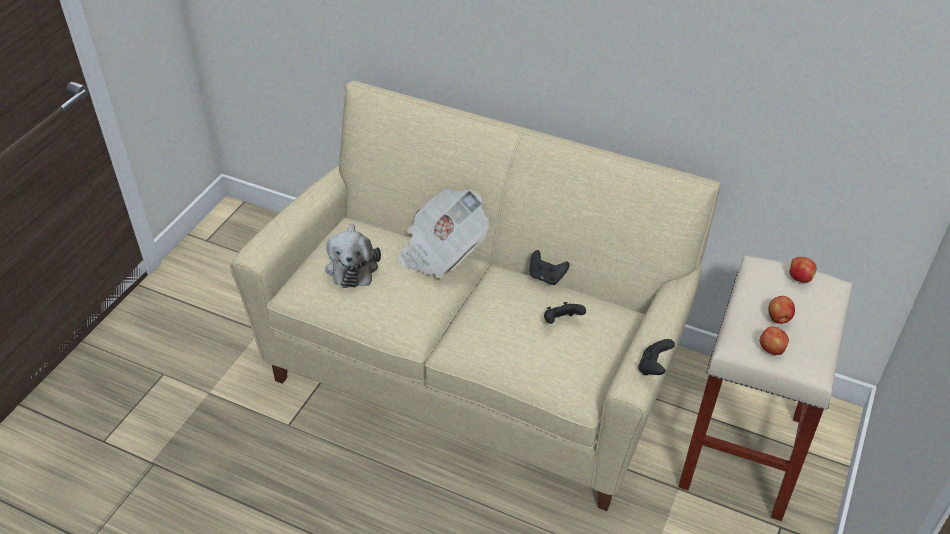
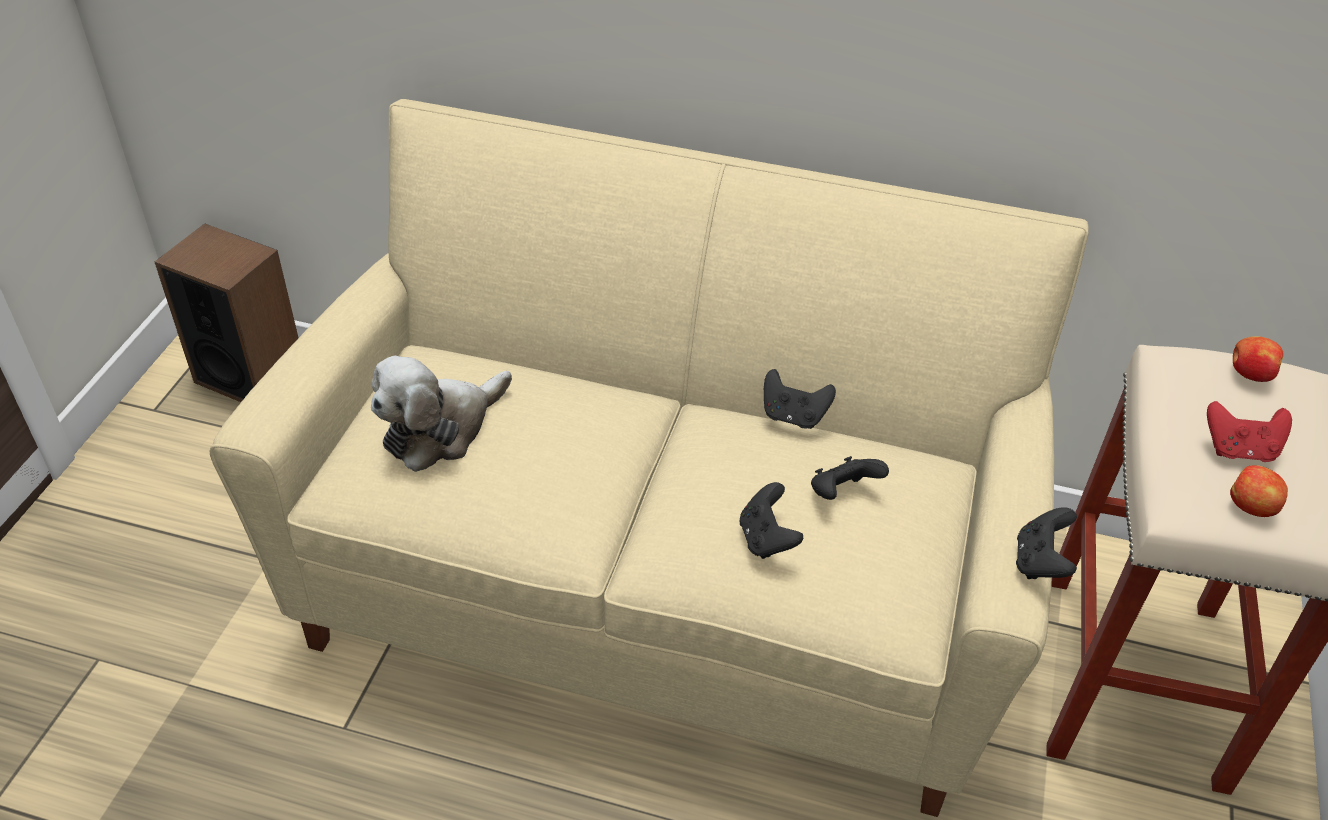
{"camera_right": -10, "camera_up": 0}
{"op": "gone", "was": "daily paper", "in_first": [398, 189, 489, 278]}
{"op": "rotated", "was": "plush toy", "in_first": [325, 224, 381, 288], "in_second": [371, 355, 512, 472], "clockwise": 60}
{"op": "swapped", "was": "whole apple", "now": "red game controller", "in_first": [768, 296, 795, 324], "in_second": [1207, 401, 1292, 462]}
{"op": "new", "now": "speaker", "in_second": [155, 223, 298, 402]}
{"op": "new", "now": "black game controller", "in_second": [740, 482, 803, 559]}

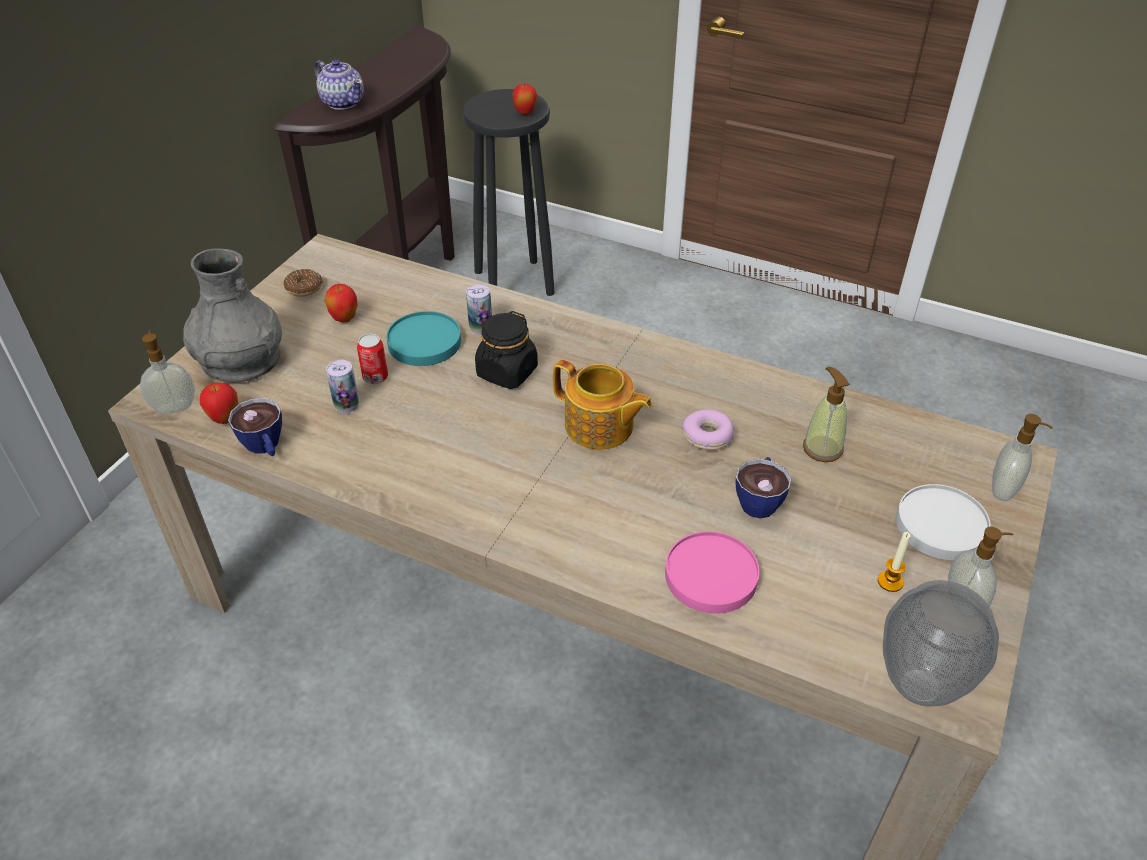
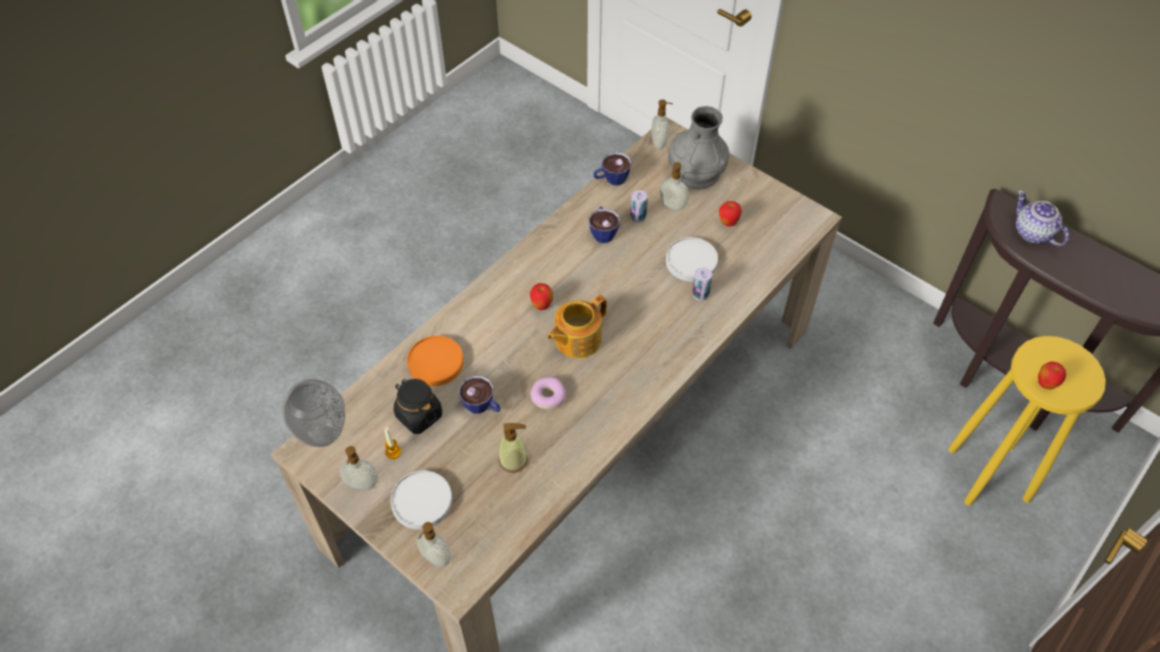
{"camera_right": 105, "camera_up": 10}
{"op": "rotated", "was": "teapot", "in_first": [314, 60, 364, 110], "in_second": [1016, 190, 1069, 246], "clockwise": 90}
{"op": "repainted", "was": "black stool", "now": "yellow stool", "in_first": [463, 89, 555, 296], "in_second": [948, 336, 1106, 506]}
{"op": "gone", "was": "ring doughnut", "in_first": [284, 269, 323, 297]}
{"op": "repainted", "was": "turquoise-coloured dinner plate", "now": "white dinner plate", "in_first": [386, 311, 461, 366], "in_second": [666, 237, 718, 282]}
{"op": "shifted", "was": "black storage jar", "in_first": [475, 311, 538, 389], "in_second": [394, 379, 442, 434]}
{"op": "gone", "was": "sealed can", "in_first": [357, 334, 388, 384]}
{"op": "shifted", "was": "whole apple", "in_first": [200, 382, 238, 424], "in_second": [530, 283, 553, 310]}
{"op": "repainted", "was": "pinkish dinner plate", "now": "orange-coloured dinner plate", "in_first": [665, 531, 759, 614], "in_second": [407, 336, 463, 386]}
{"op": "new", "now": "liquid soap bottle", "in_second": [660, 162, 689, 210]}
{"op": "new", "now": "small cup", "in_second": [588, 207, 620, 243]}

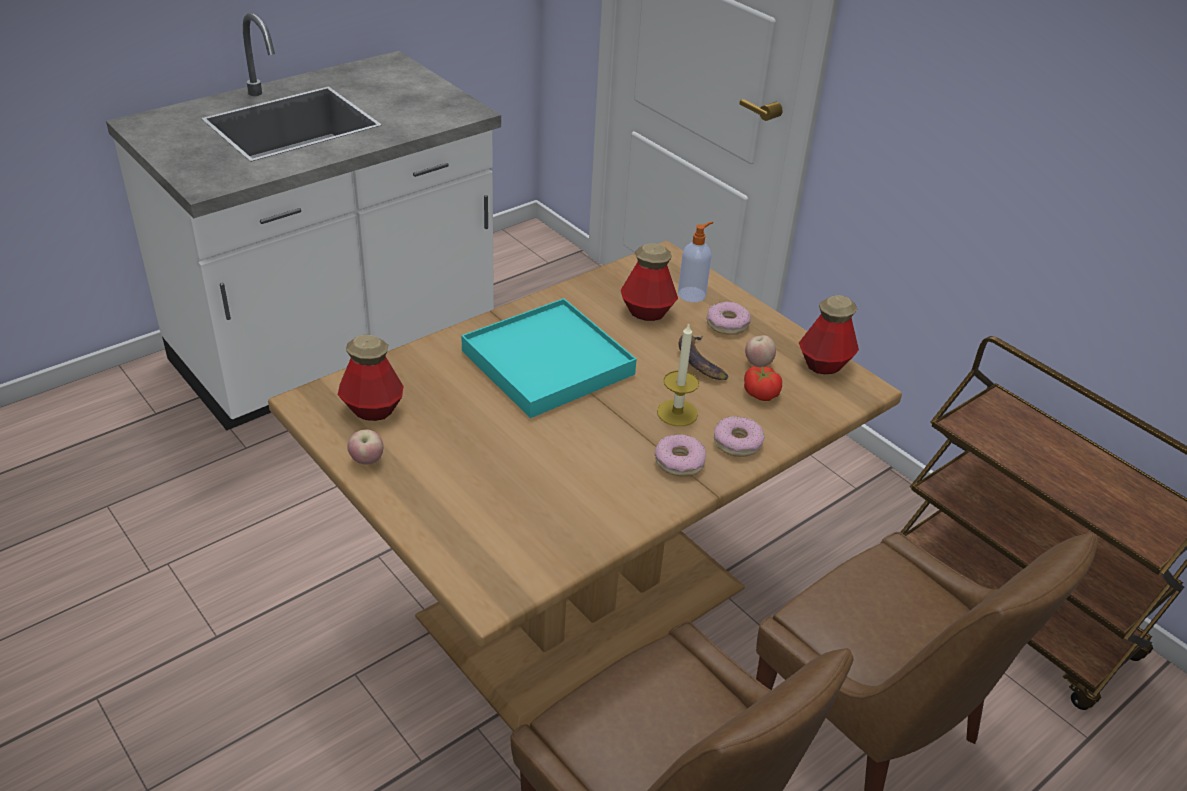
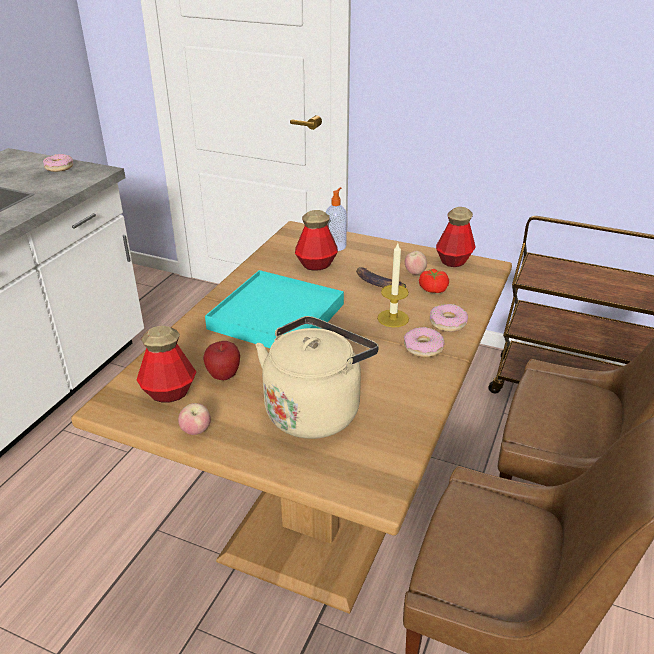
{"camera_right": -25, "camera_up": -5}
{"op": "shifted", "was": "ring doughnut", "in_first": [707, 301, 751, 335], "in_second": [43, 154, 73, 172]}
{"op": "new", "now": "beige-coloured tea kettle", "in_second": [256, 316, 379, 439]}
{"op": "new", "now": "whole apple", "in_second": [203, 341, 240, 380]}

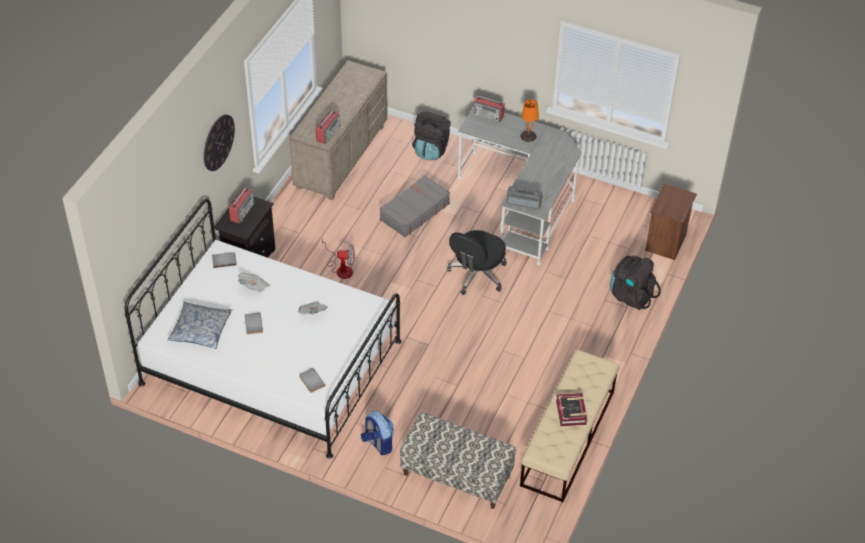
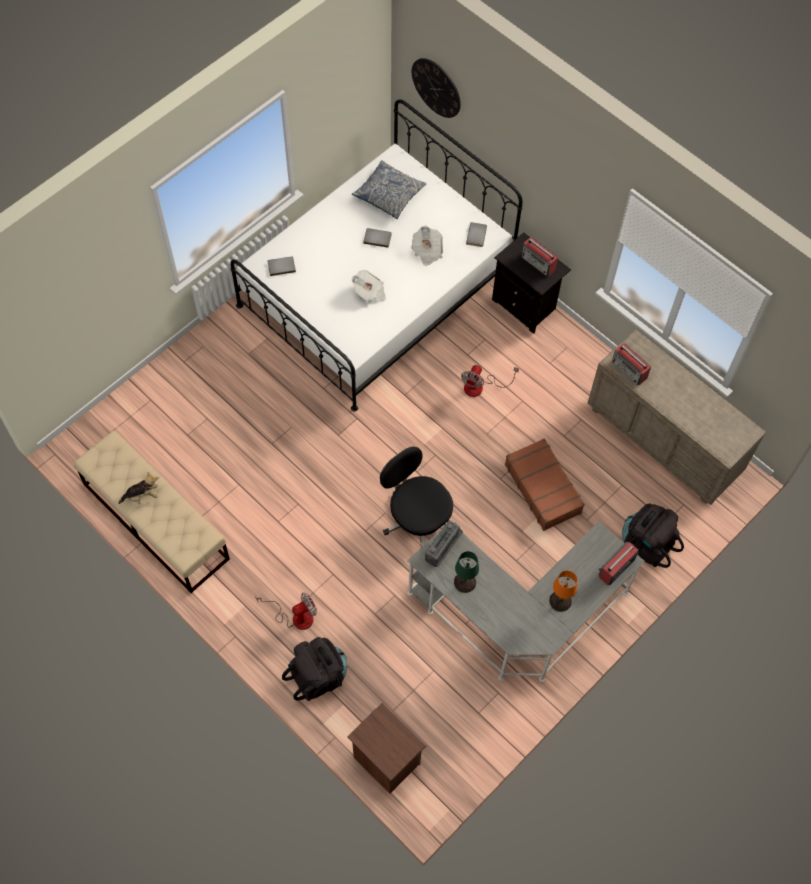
{"camera_right": 110, "camera_up": 15}
{"op": "shifted", "was": "clock on the wall", "in_first": [204, 114, 235, 171], "in_second": [412, 58, 461, 118]}
{"op": "repainted", "was": "grey piece of luggage", "now": "brown-coloured piece of luggage", "in_first": [380, 175, 450, 237], "in_second": [505, 438, 585, 531]}
{"op": "swapped", "was": "bound book", "now": "plush toy", "in_first": [556, 393, 587, 426], "in_second": [119, 473, 159, 504]}
{"op": "gone", "was": "rucksack", "in_first": [361, 410, 394, 456]}
{"op": "gone", "was": "bench", "in_first": [400, 413, 516, 509]}
{"op": "new", "now": "greenish lamp for a table", "in_second": [454, 551, 479, 593]}
{"op": "new", "now": "fan", "in_second": [255, 592, 317, 630]}

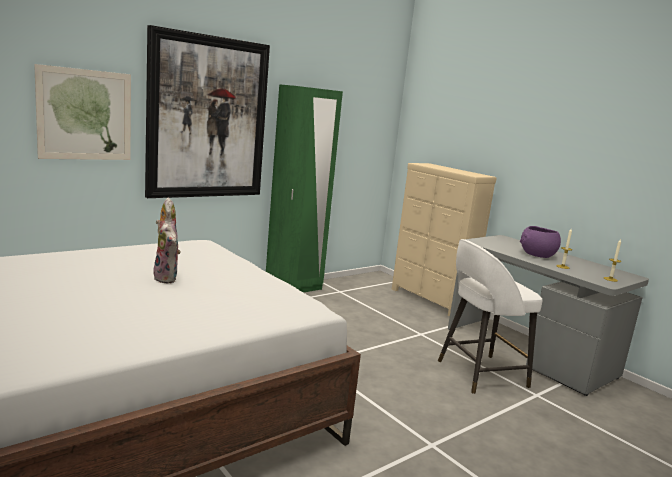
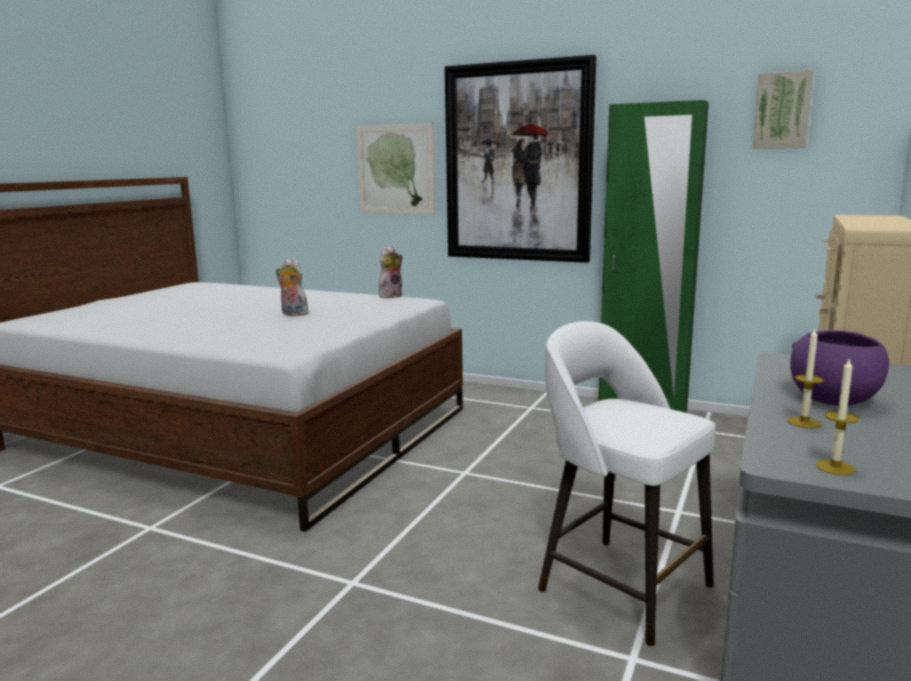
{"camera_right": 65, "camera_up": 0}
{"op": "rotated", "was": "plush toy", "in_first": [153, 223, 180, 283], "in_second": [276, 259, 308, 316], "clockwise": 90}
{"op": "new", "now": "wall art", "in_second": [753, 70, 814, 149]}

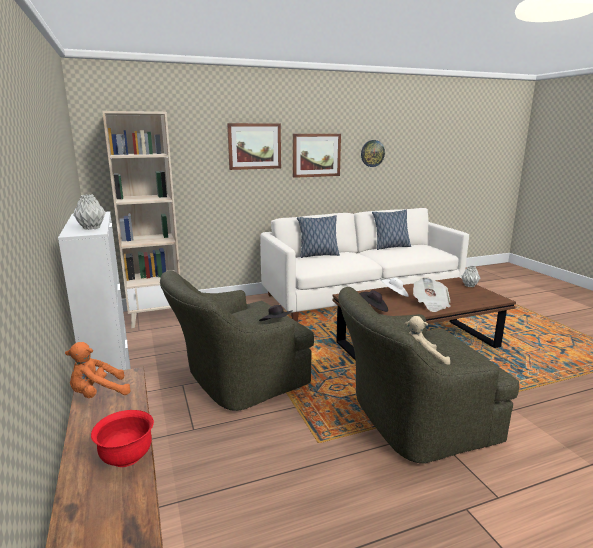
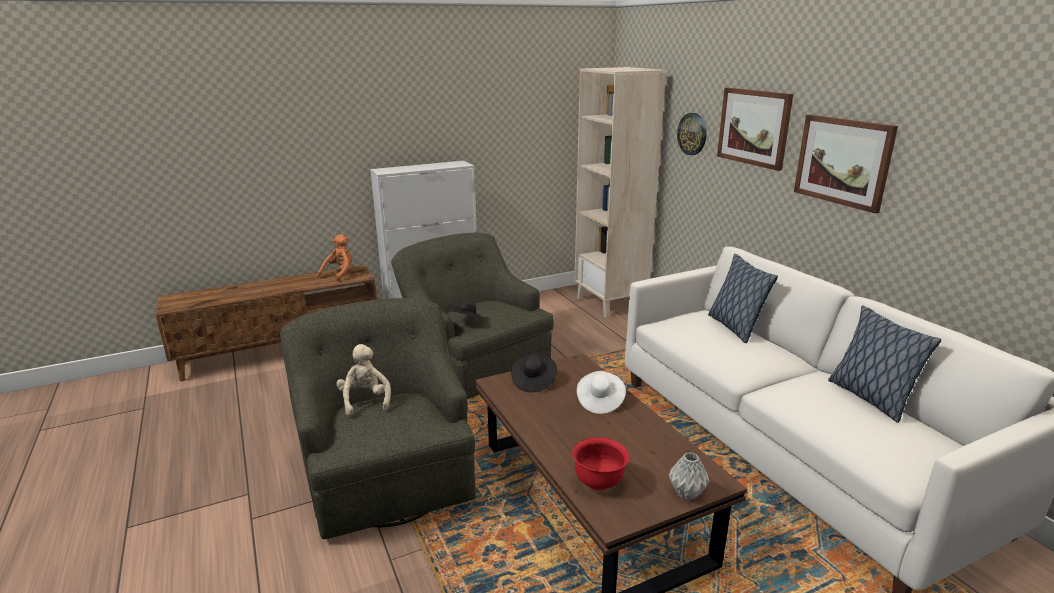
{"camera_right": 85, "camera_up": 5}
{"op": "shifted", "was": "clock on the wall", "in_first": [361, 140, 385, 167], "in_second": [677, 113, 707, 155]}
{"op": "gone", "was": "grey decorative vase", "in_first": [73, 194, 106, 230]}
{"op": "gone", "was": "daily paper", "in_first": [413, 277, 451, 312]}
{"op": "rotated", "was": "orange-coloured plush toy", "in_first": [65, 342, 131, 398], "in_second": [318, 234, 352, 281], "clockwise": 60}
{"op": "shifted", "was": "red serving bowl", "in_first": [91, 410, 154, 467], "in_second": [572, 437, 629, 490]}

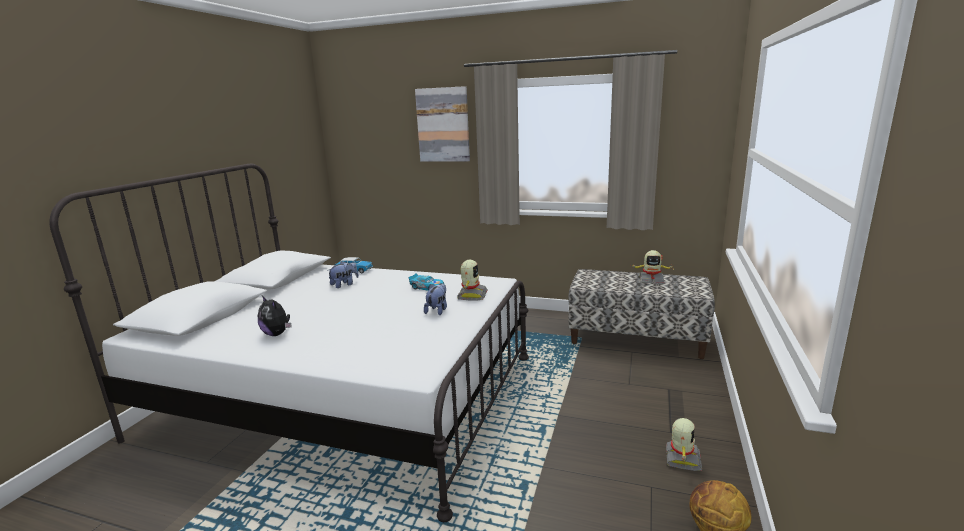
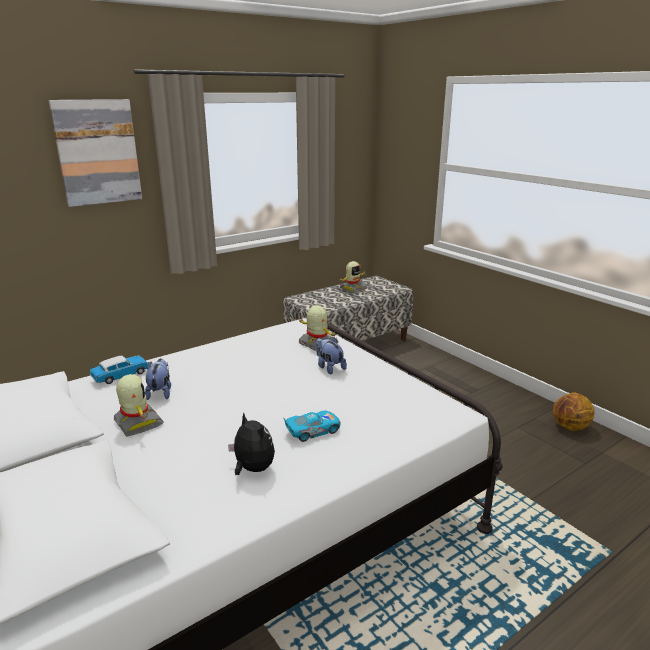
{"camera_right": -55, "camera_up": 5}
{"op": "shifted", "was": "toy car", "in_first": [408, 273, 444, 291], "in_second": [283, 410, 340, 442]}
{"op": "rotated", "was": "plush toy", "in_first": [258, 296, 292, 336], "in_second": [228, 412, 275, 475], "clockwise": -120}
{"op": "shifted", "was": "robot figure", "in_first": [666, 418, 702, 471], "in_second": [113, 374, 164, 437]}

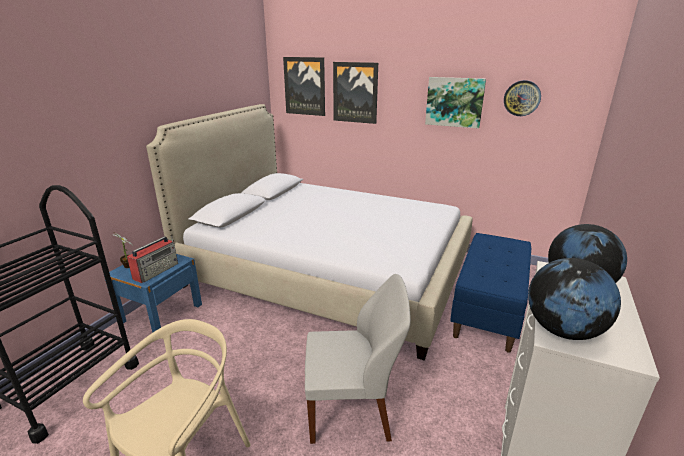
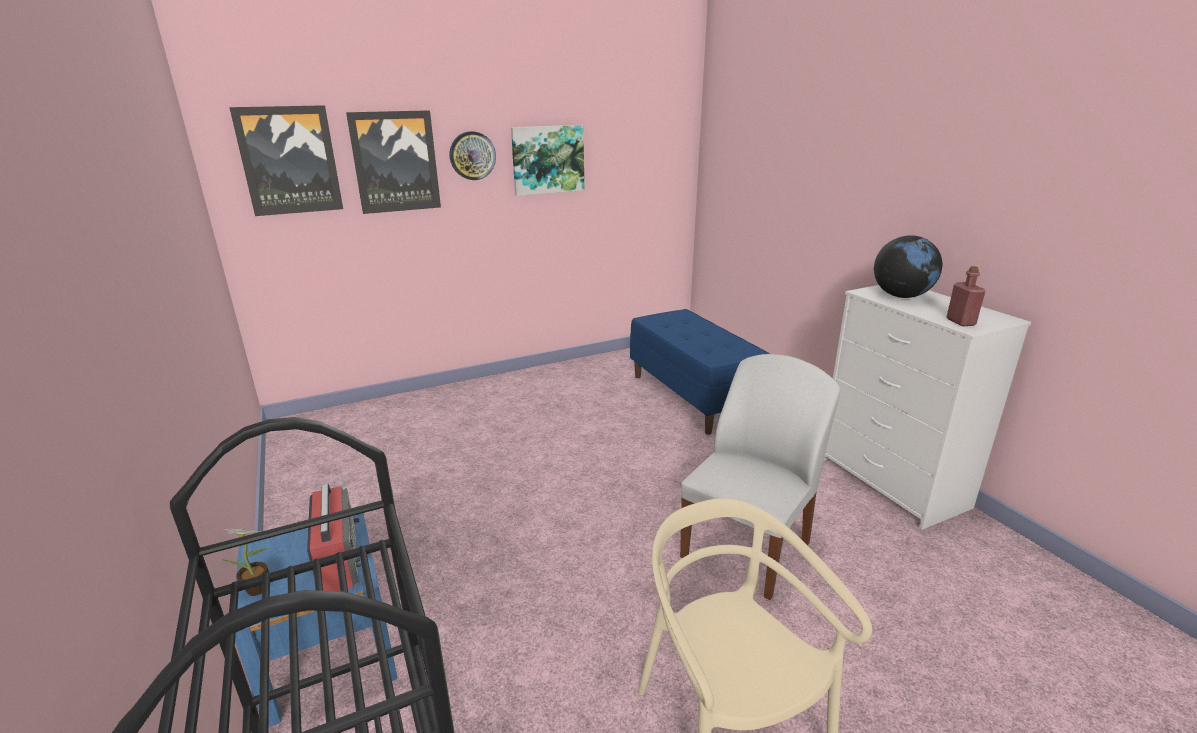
{"camera_right": -50, "camera_up": 0}
{"op": "shifted", "was": "clock on the wall", "in_first": [504, 80, 541, 116], "in_second": [450, 131, 496, 180]}
{"op": "gone", "was": "sleeping bed", "in_first": [146, 104, 473, 361]}
{"op": "swapped", "was": "world globe", "now": "red bottle", "in_first": [528, 258, 621, 340], "in_second": [947, 266, 985, 326]}

